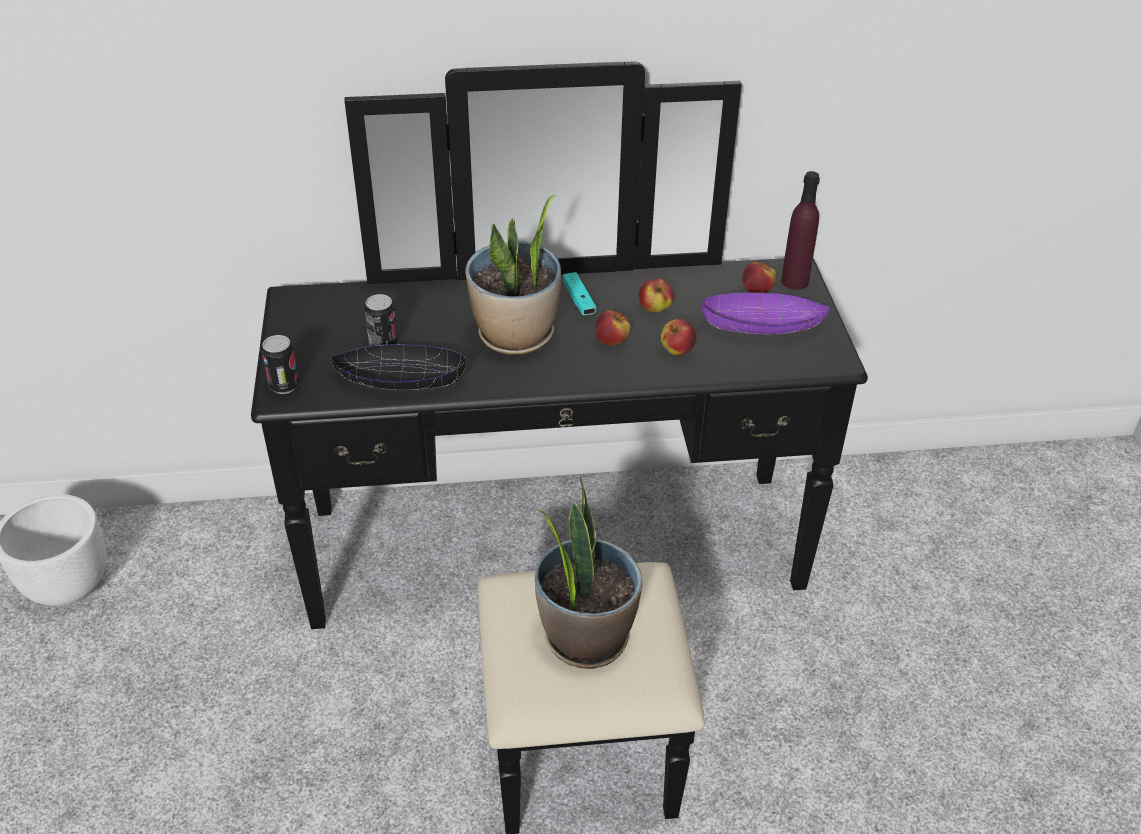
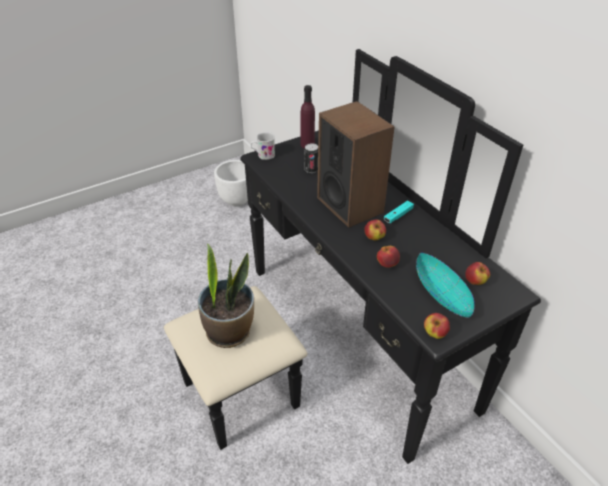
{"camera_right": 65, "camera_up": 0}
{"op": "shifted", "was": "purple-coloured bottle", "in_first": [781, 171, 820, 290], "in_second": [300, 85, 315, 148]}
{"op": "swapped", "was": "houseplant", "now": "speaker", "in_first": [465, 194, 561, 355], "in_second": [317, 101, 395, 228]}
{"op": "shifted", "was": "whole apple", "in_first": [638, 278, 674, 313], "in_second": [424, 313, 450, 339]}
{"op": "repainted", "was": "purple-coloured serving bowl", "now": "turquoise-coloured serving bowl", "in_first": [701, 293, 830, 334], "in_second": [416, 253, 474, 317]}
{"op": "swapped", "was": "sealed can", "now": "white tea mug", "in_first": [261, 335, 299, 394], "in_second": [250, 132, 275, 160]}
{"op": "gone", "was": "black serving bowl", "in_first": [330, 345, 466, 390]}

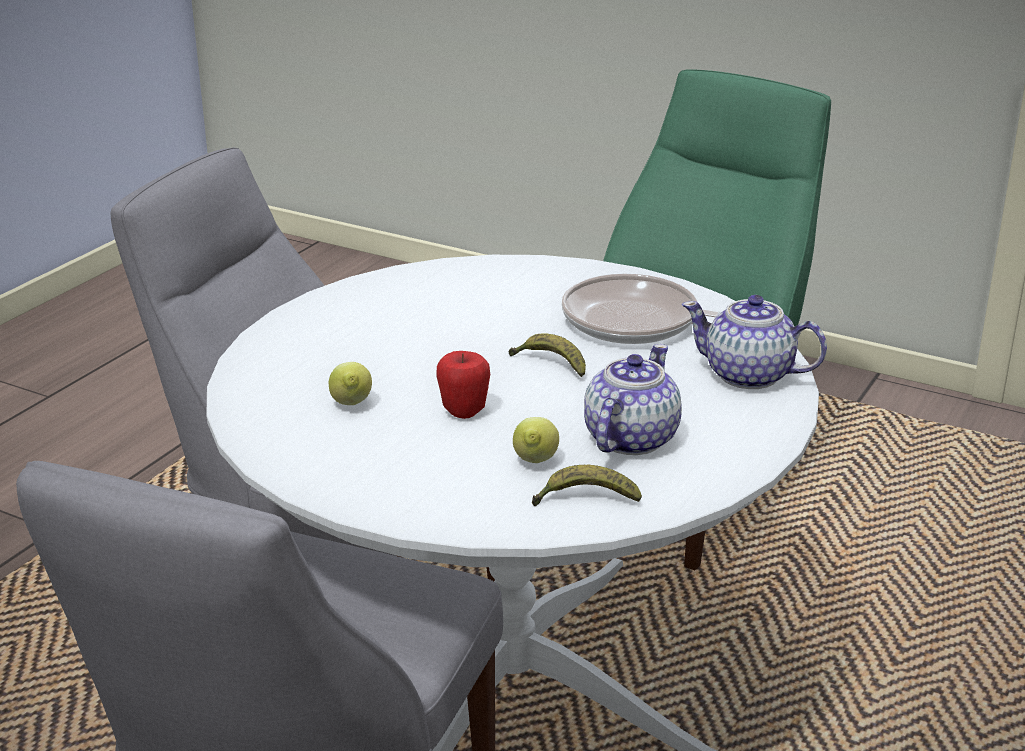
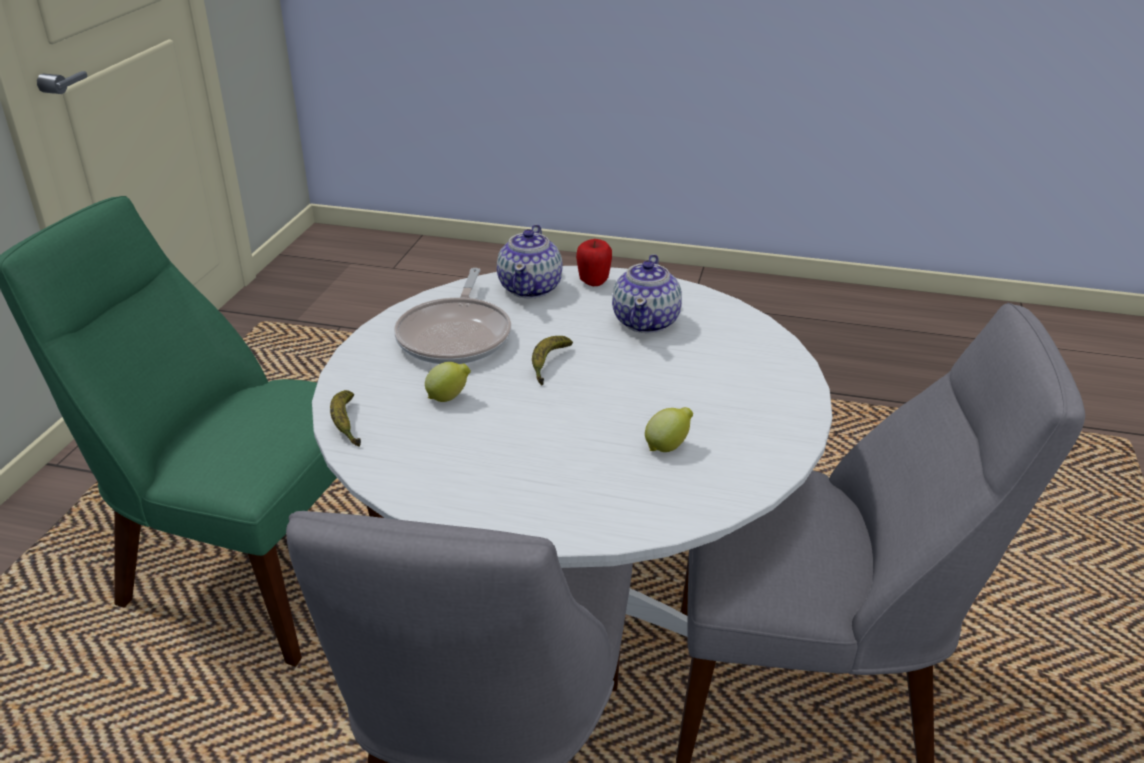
{"camera_right": -105, "camera_up": 5}
{"op": "rotated", "was": "teapot", "in_first": [584, 344, 682, 455], "in_second": [612, 254, 682, 333], "clockwise": -90}
{"op": "shifted", "was": "whole apple", "in_first": [436, 351, 490, 419], "in_second": [576, 239, 612, 286]}
{"op": "shifted", "was": "whole lemon", "in_first": [513, 417, 559, 463], "in_second": [425, 362, 471, 402]}
{"op": "shifted", "was": "banana fruit", "in_first": [532, 465, 642, 506], "in_second": [330, 390, 361, 447]}

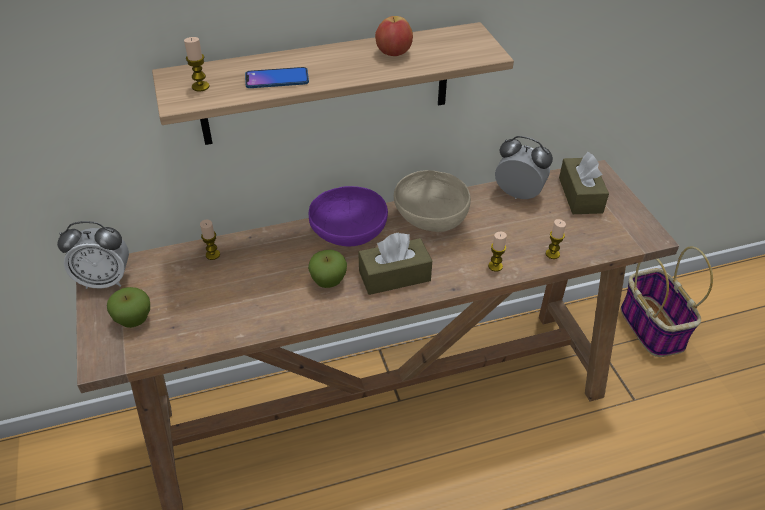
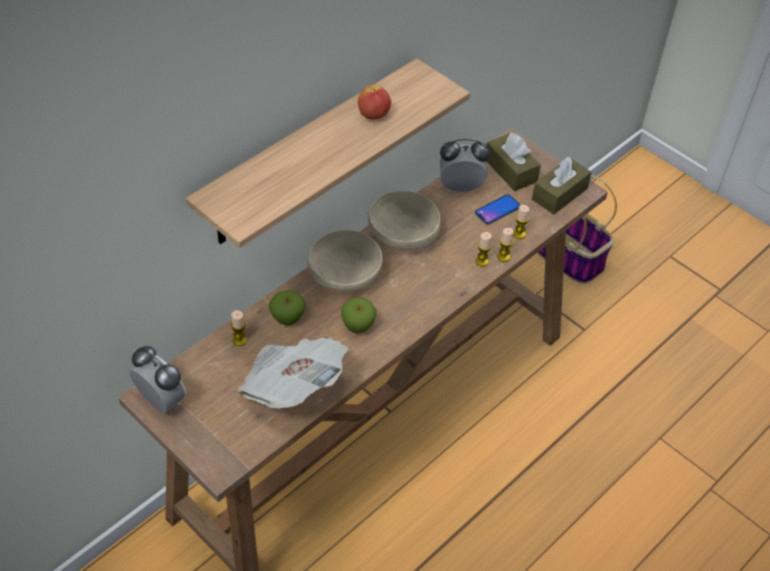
{"camera_right": -30, "camera_up": 5}
{"op": "shifted", "was": "candle", "in_first": [184, 37, 210, 91], "in_second": [497, 228, 514, 262]}
{"op": "shifted", "was": "phone", "in_first": [245, 67, 309, 88], "in_second": [475, 194, 520, 224]}
{"op": "repainted", "was": "purple-coloured serving bowl", "now": "beige-coloured serving bowl", "in_first": [309, 186, 388, 247], "in_second": [307, 230, 383, 291]}
{"op": "rotated", "was": "bedside clock", "in_first": [57, 221, 129, 289], "in_second": [129, 346, 187, 413], "clockwise": -105}
{"op": "shifted", "was": "brown-coloured tissue holder", "in_first": [359, 233, 432, 295], "in_second": [532, 157, 592, 215]}
{"op": "shifted", "was": "whole apple", "in_first": [107, 287, 150, 328], "in_second": [269, 290, 306, 325]}
{"op": "new", "now": "daily paper", "in_second": [237, 337, 348, 409]}

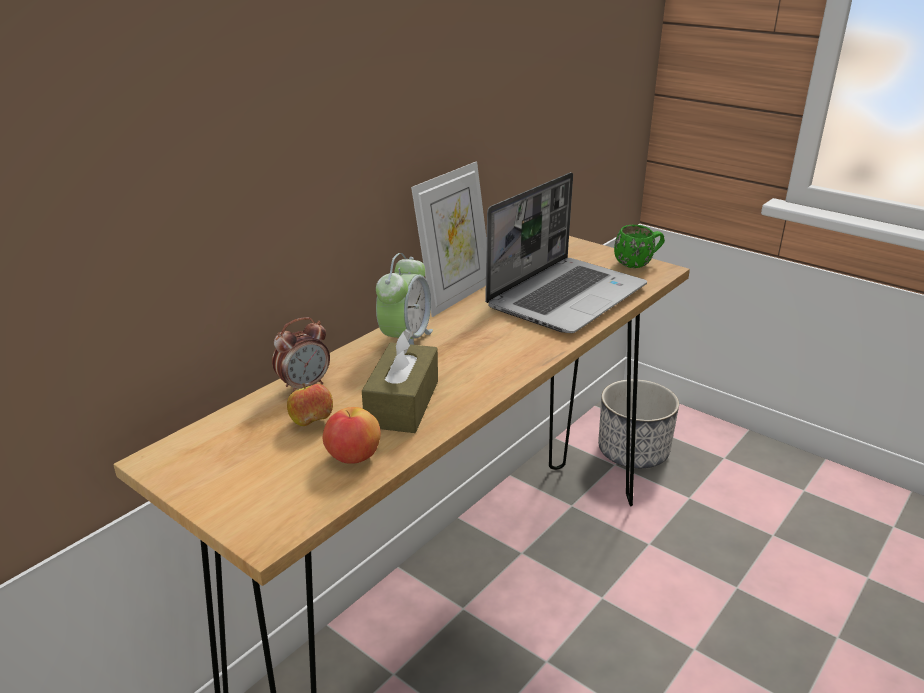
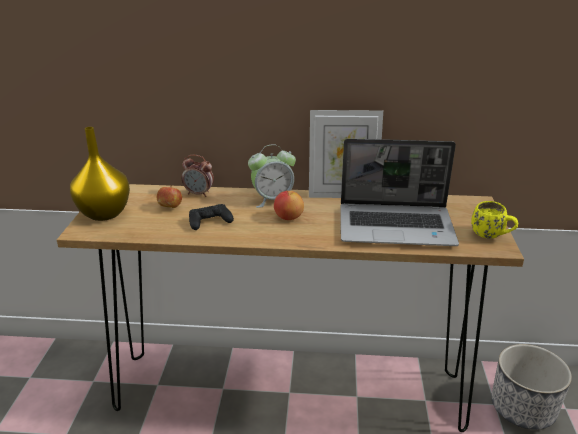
{"camera_right": 55, "camera_up": 0}
{"op": "repainted", "was": "greenish tea mug", "now": "yellow tea mug", "in_first": [614, 225, 665, 268], "in_second": [471, 201, 518, 239]}
{"op": "swapped", "was": "brown-coloured tissue holder", "now": "black game controller", "in_first": [362, 329, 438, 433], "in_second": [189, 204, 234, 230]}
{"op": "shifted", "was": "whole apple", "in_first": [323, 407, 381, 464], "in_second": [274, 191, 304, 220]}
{"op": "new", "now": "yellow decorative vase", "in_second": [70, 127, 130, 221]}

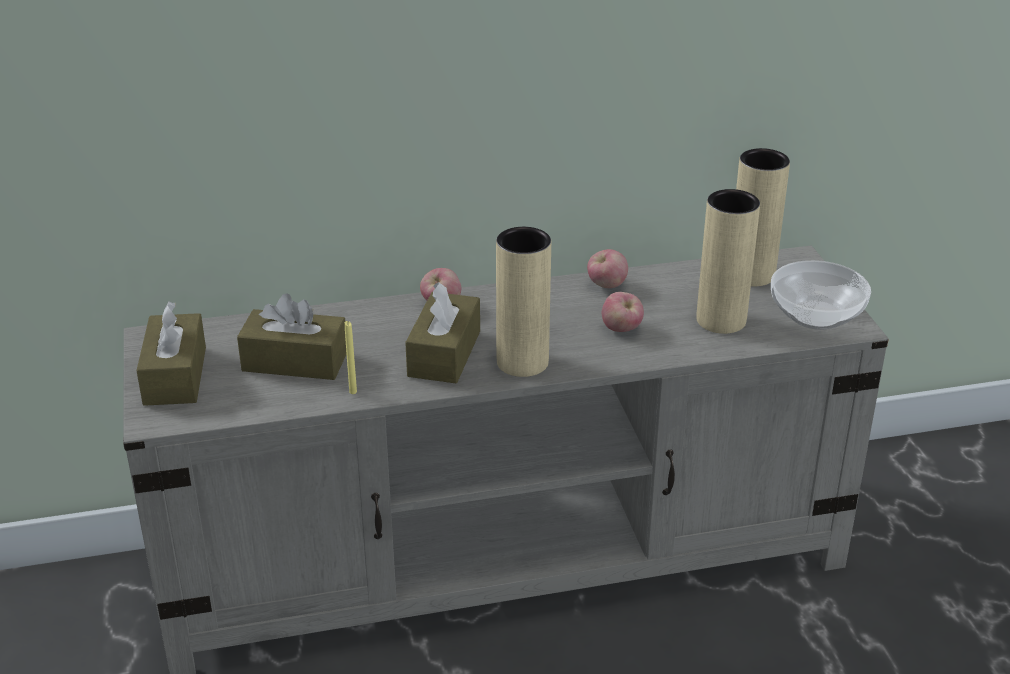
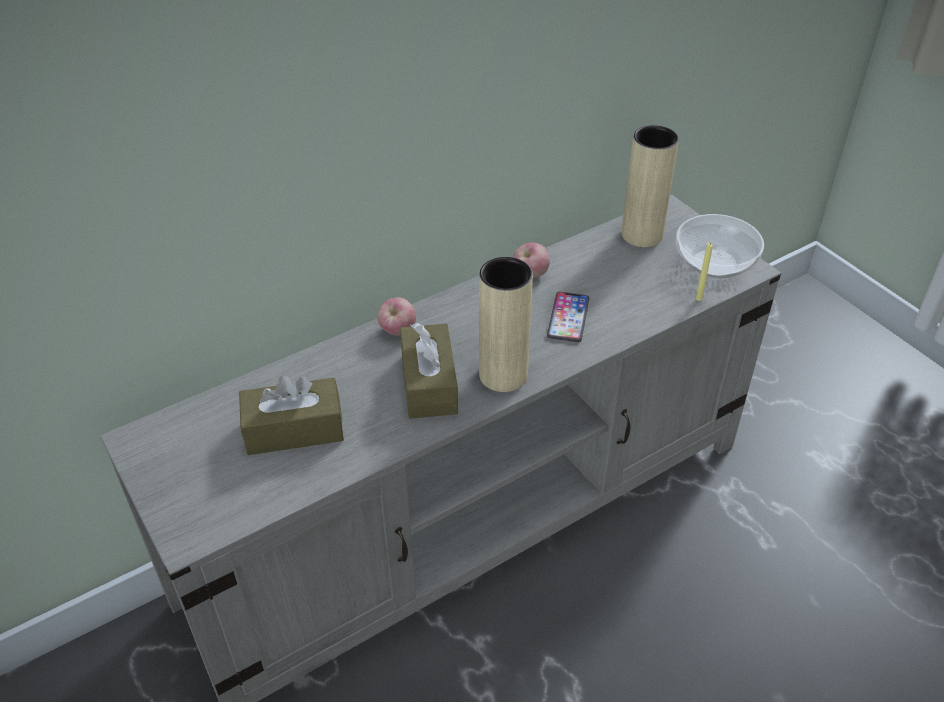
{"camera_right": -20, "camera_up": 10}
{"op": "gone", "was": "beige-coloured decorative vase", "in_first": [696, 189, 760, 334]}
{"op": "swapped", "was": "whole apple", "now": "phone", "in_first": [602, 292, 644, 332], "in_second": [547, 292, 589, 342]}
{"op": "gone", "was": "brown-coloured tissue holder", "in_first": [136, 302, 206, 406]}
{"op": "shifted", "was": "yellow candle", "in_first": [345, 321, 357, 394], "in_second": [696, 242, 713, 301]}

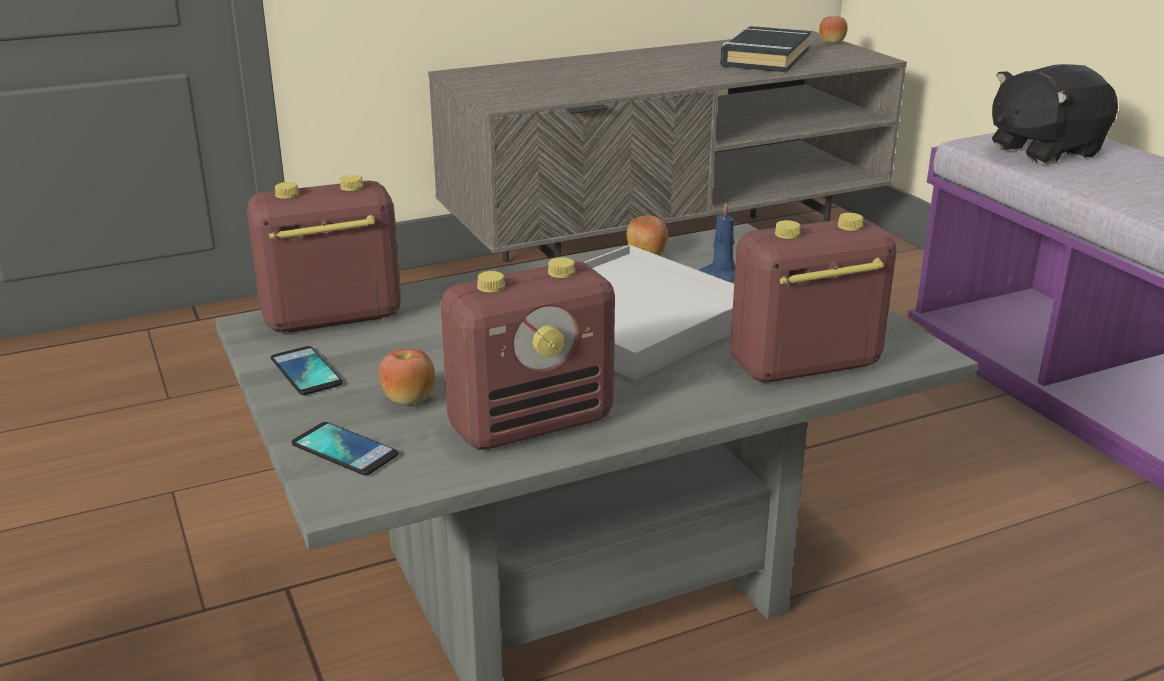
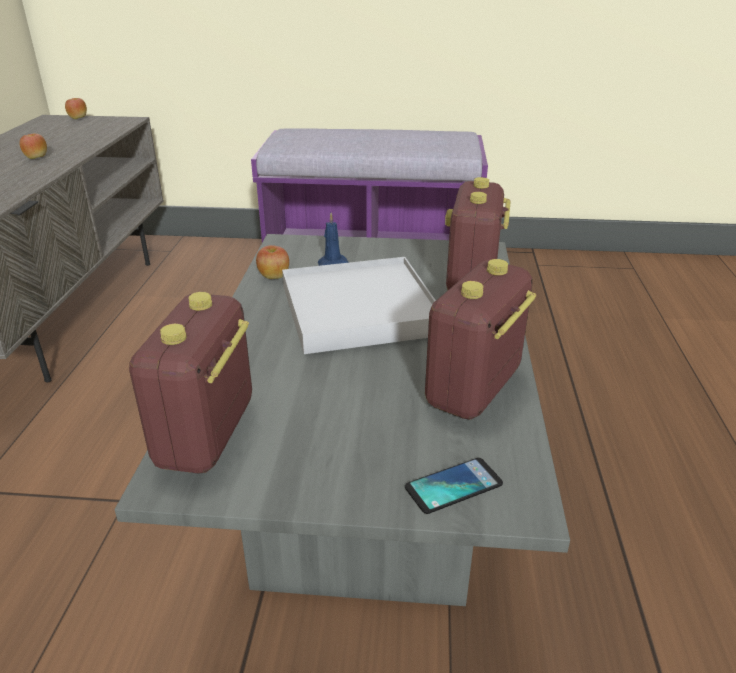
{"camera_right": -60, "camera_up": 5}
{"op": "gone", "was": "black bound book", "in_first": [720, 26, 811, 72]}
{"op": "gone", "was": "black plush toy", "in_first": [992, 64, 1118, 164]}
{"op": "rotated", "was": "radio set", "in_first": [440, 257, 615, 450], "in_second": [425, 259, 536, 420], "clockwise": -150}
{"op": "gone", "was": "phone", "in_first": [271, 346, 343, 395]}
{"op": "shifted", "was": "whole apple", "in_first": [379, 349, 435, 405], "in_second": [20, 134, 47, 159]}

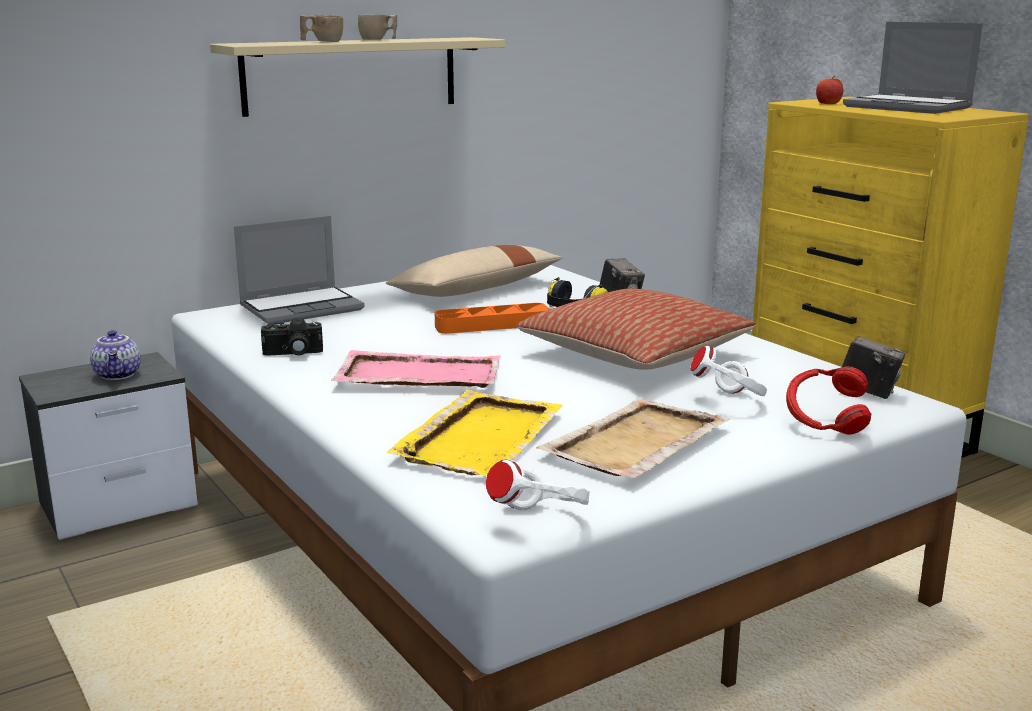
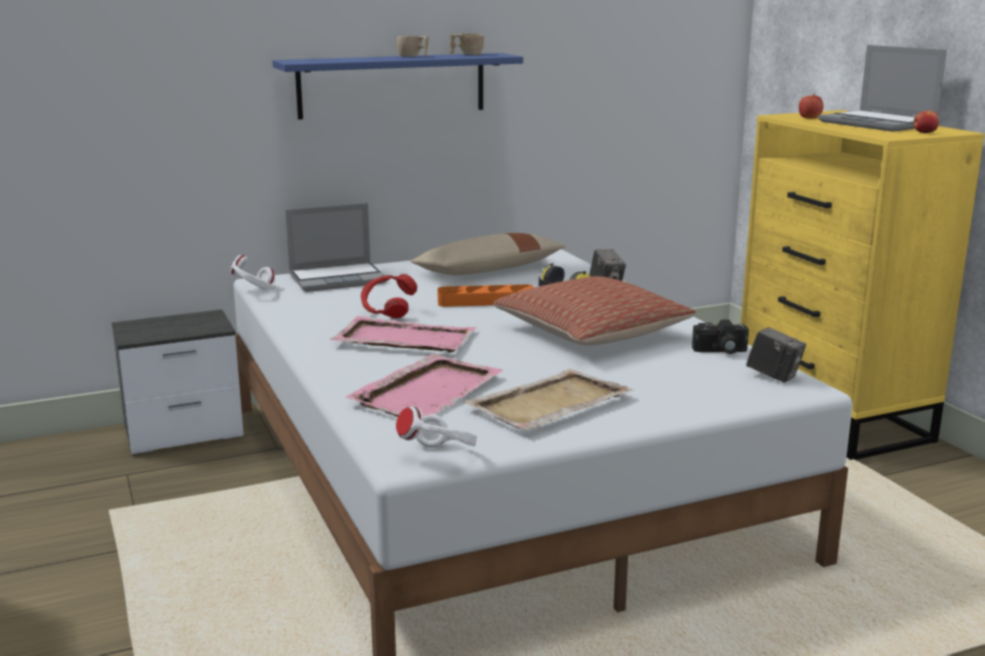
{"camera_right": 10, "camera_up": 0}
{"op": "shifted", "was": "beige-coloured small cup", "in_first": [300, 15, 343, 42], "in_second": [450, 33, 484, 55]}
{"op": "repainted", "was": "beige-coloured wall shelf", "now": "blue-coloured wall shelf", "in_first": [210, 37, 505, 117], "in_second": [272, 53, 523, 120]}
{"op": "shifted", "was": "photo camera", "in_first": [261, 318, 323, 356], "in_second": [692, 319, 749, 354]}
{"op": "gone", "was": "teapot", "in_first": [90, 330, 141, 380]}
{"op": "shifted", "was": "white headphones", "in_first": [691, 346, 767, 396], "in_second": [230, 255, 276, 289]}
{"op": "shifted", "was": "red headphones", "in_first": [786, 366, 871, 435], "in_second": [361, 274, 417, 318]}
{"op": "repainted", "was": "yellow carrying tray", "now": "pinkish carrying tray", "in_first": [387, 390, 563, 476], "in_second": [345, 353, 503, 417]}
{"op": "new", "now": "whole apple", "in_second": [914, 111, 939, 133]}

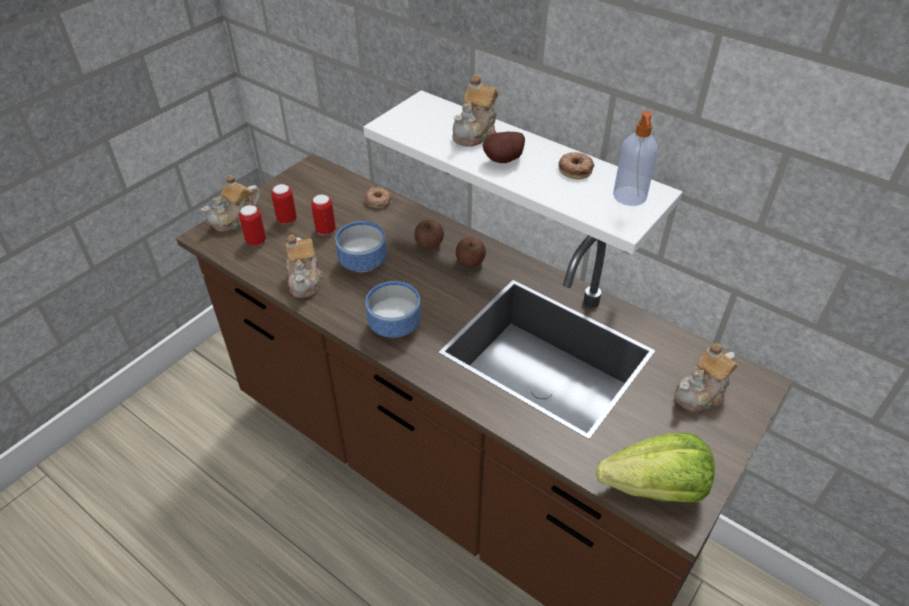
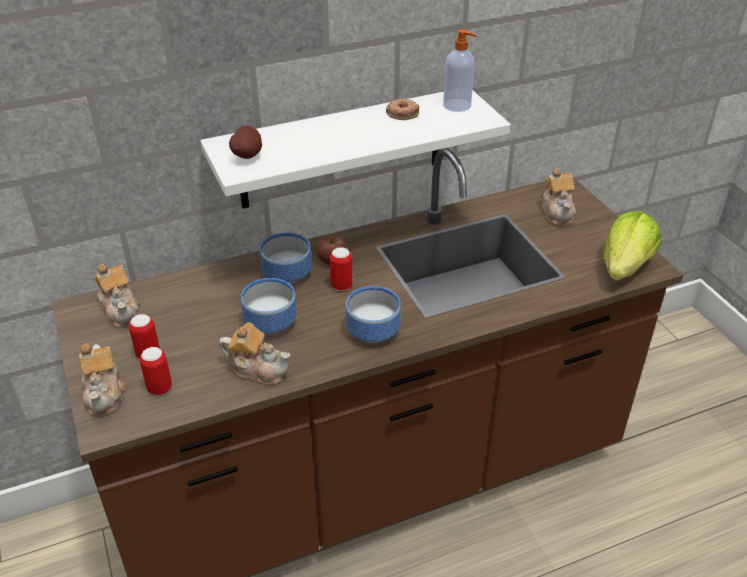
{"camera_right": -60, "camera_up": -5}
{"op": "shifted", "was": "teapot", "in_first": [452, 75, 498, 147], "in_second": [94, 264, 139, 328]}
{"op": "shifted", "was": "whole potato", "in_first": [483, 132, 525, 163], "in_second": [229, 125, 262, 159]}
{"op": "gone", "was": "ring doughnut", "in_first": [364, 186, 392, 209]}
{"op": "shifted", "was": "sealed can", "in_first": [311, 195, 336, 235], "in_second": [330, 247, 353, 291]}
{"op": "swapped", "was": "whole apple", "now": "serving bowl", "in_first": [414, 220, 444, 249], "in_second": [260, 232, 312, 284]}

